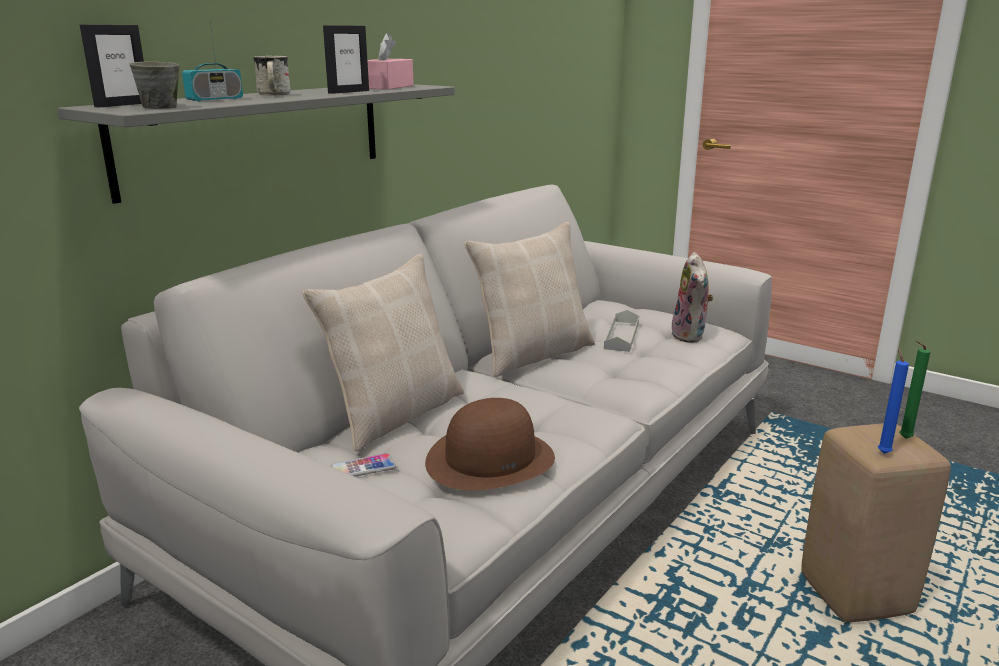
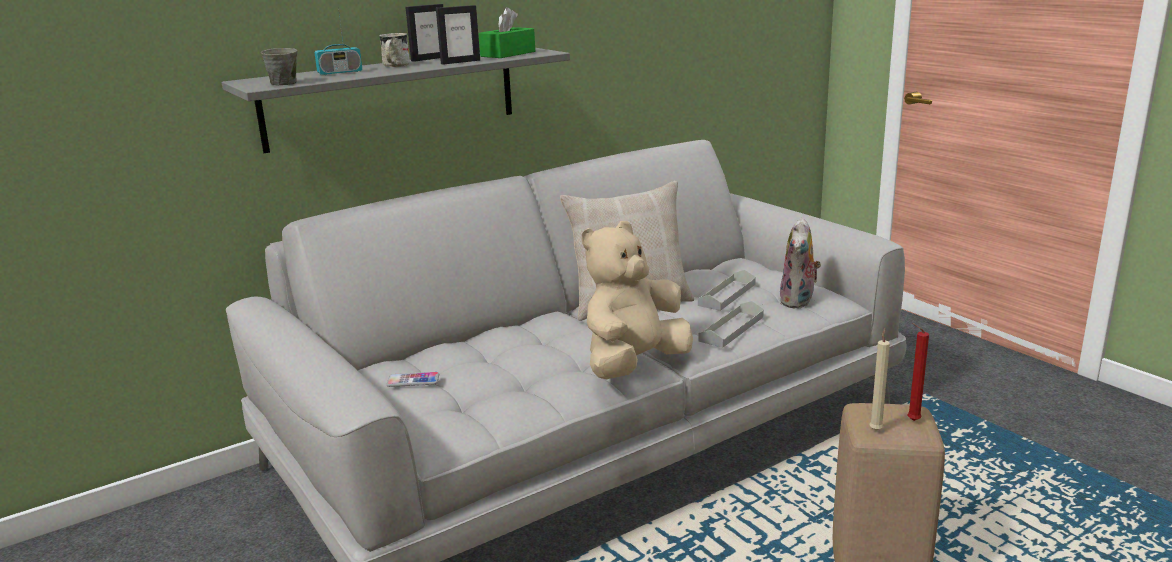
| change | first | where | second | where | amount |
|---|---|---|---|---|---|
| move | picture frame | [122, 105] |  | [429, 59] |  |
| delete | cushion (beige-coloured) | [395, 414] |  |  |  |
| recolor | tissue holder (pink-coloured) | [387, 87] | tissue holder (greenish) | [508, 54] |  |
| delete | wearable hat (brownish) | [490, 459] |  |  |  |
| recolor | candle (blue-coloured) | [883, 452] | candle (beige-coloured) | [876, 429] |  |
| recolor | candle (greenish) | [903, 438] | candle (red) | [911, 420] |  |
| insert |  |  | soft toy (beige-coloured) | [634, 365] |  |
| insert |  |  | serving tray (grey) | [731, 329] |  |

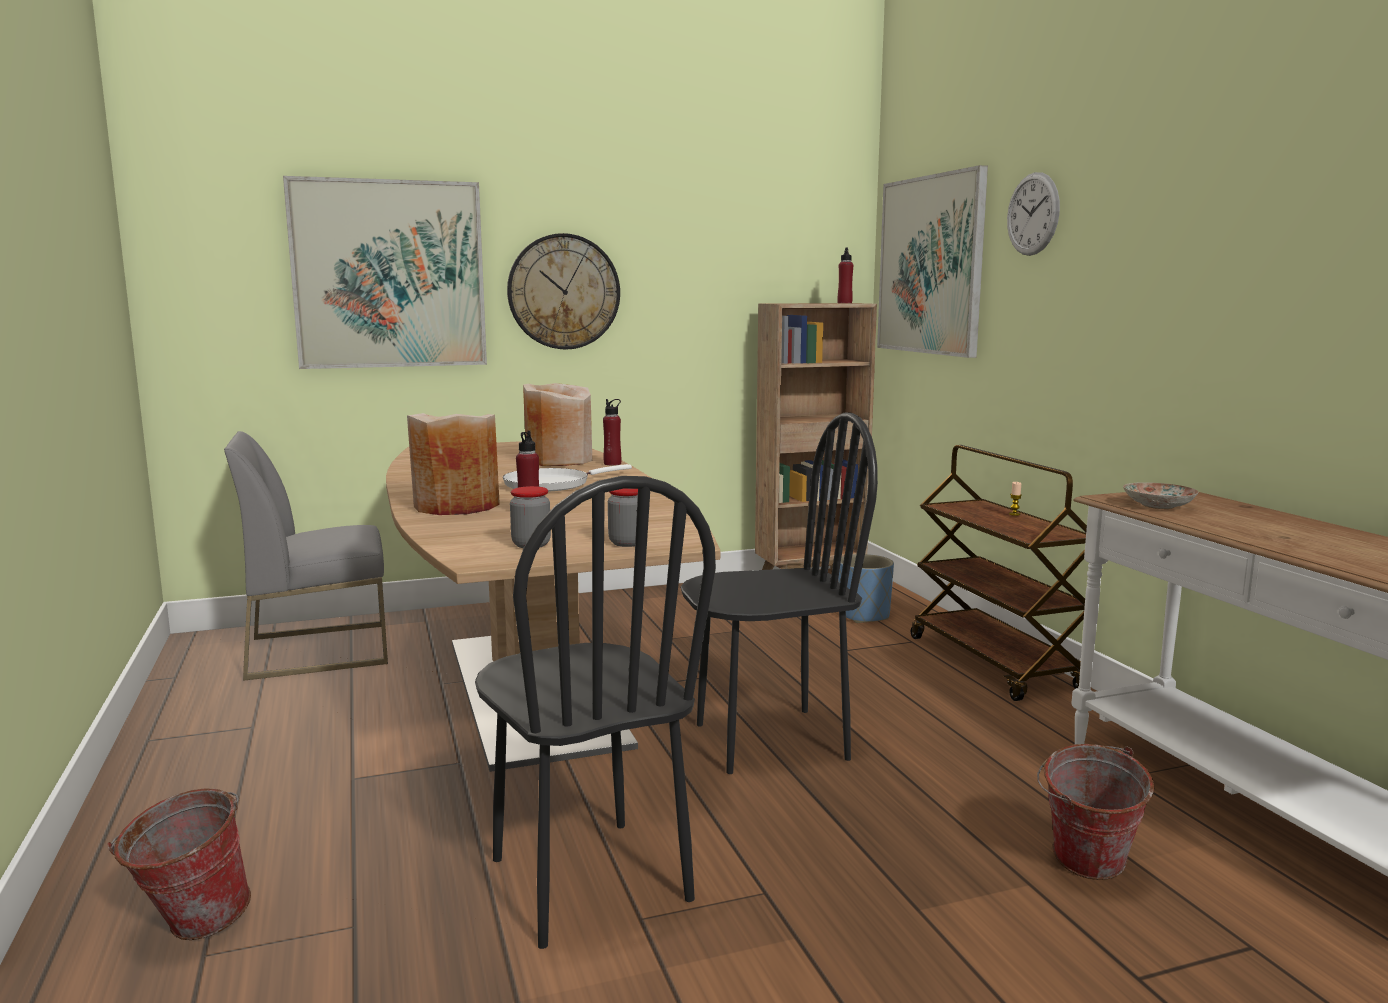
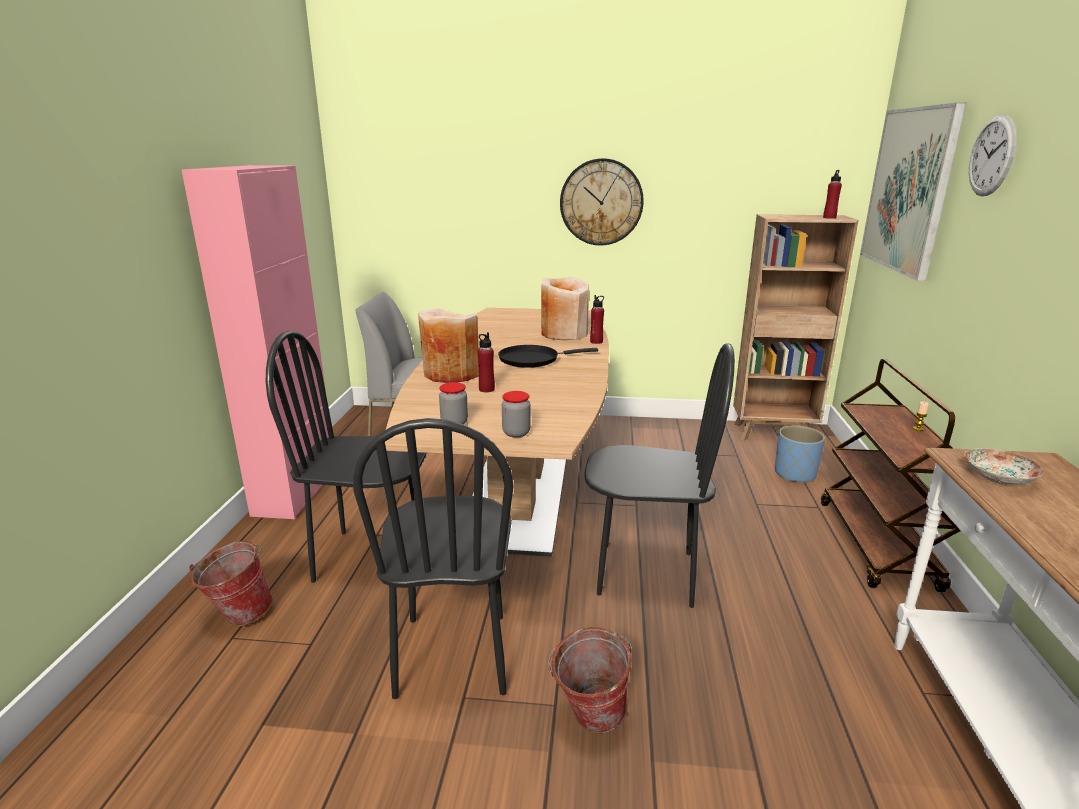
| change | first | where | second | where | amount |
|---|---|---|---|---|---|
| delete | picture | [389, 274] |  |  |  |
| recolor | skillet (white-coloured) | [551, 484] | skillet (black) | [532, 359] |  |
| move | water bucket | [1085, 870] |  | [588, 719] |  |
| insert |  |  | storage cabinet (pink-coloured) | [295, 491] |  |
| insert |  |  | upright chair (black) | [369, 557] |  |

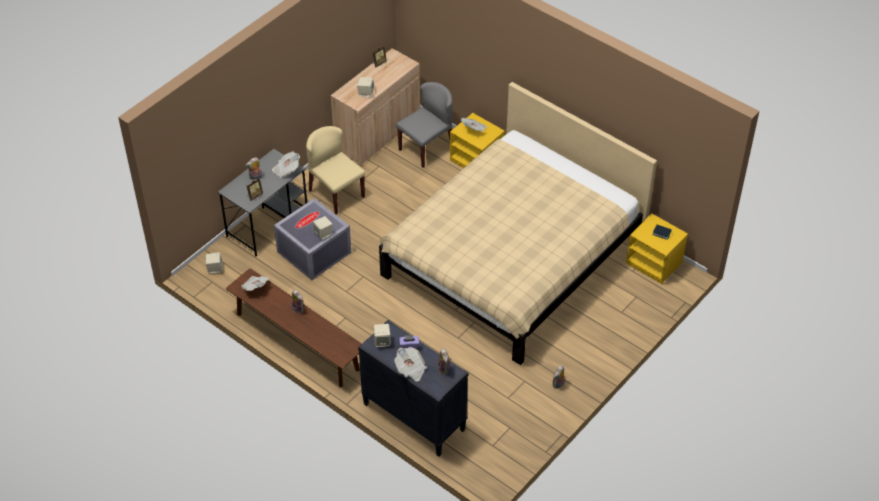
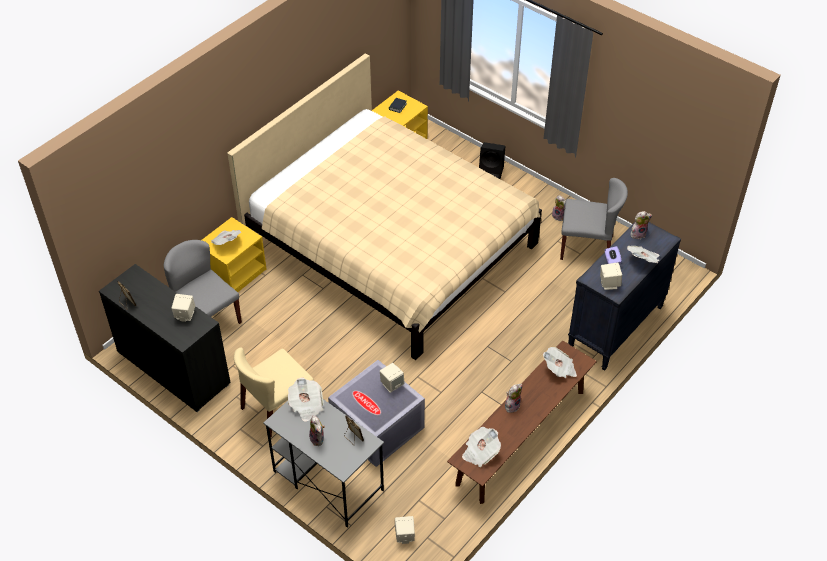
| change | first | where | second | where | amount |
|---|---|---|---|---|---|
| recolor | storage cabinet (beige-coloured) | [378, 134] | storage cabinet (black) | [173, 368] |  |
| insert |  |  | audio speaker (black) | [491, 172] |  |
| insert |  |  | newspaper | [559, 369] |  |
| insert |  |  | upright chair (grey) | [587, 247] |  |

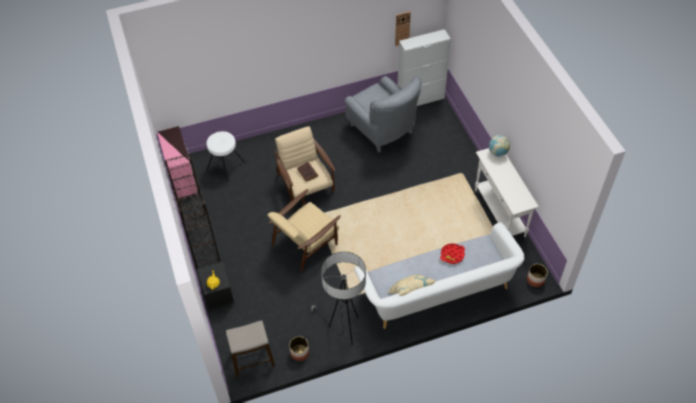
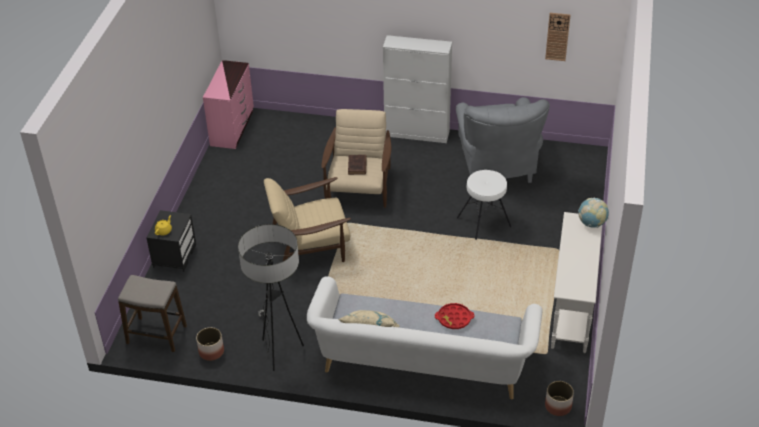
| change | first | where | second | where | amount |
|---|---|---|---|---|---|
| delete | shelving unit (black) | [201, 240] |  |  |  |
| move | sitting stool (white-coloured) | [226, 166] |  | [484, 222] |  |
| move | storage cabinet (white-coloured) | [421, 99] |  | [417, 133] |  |

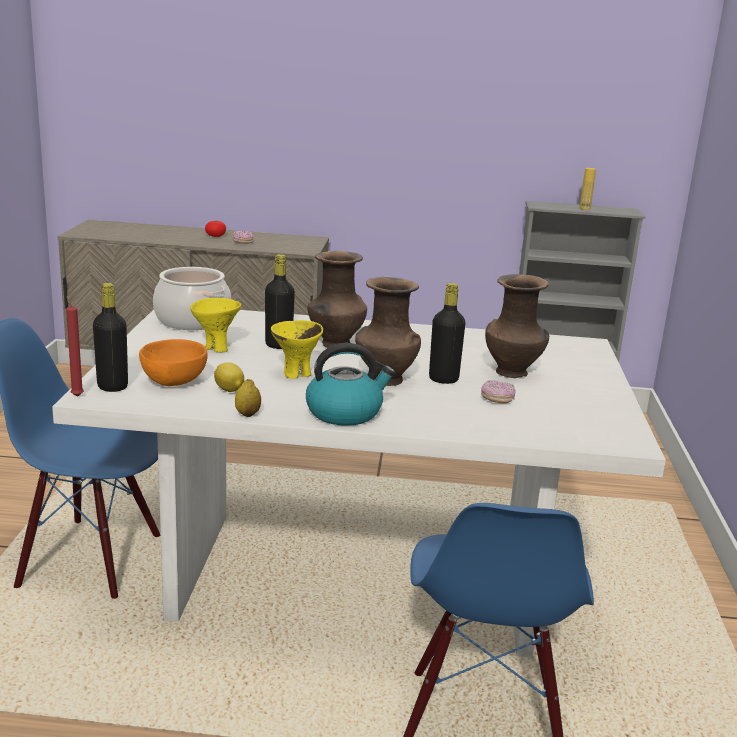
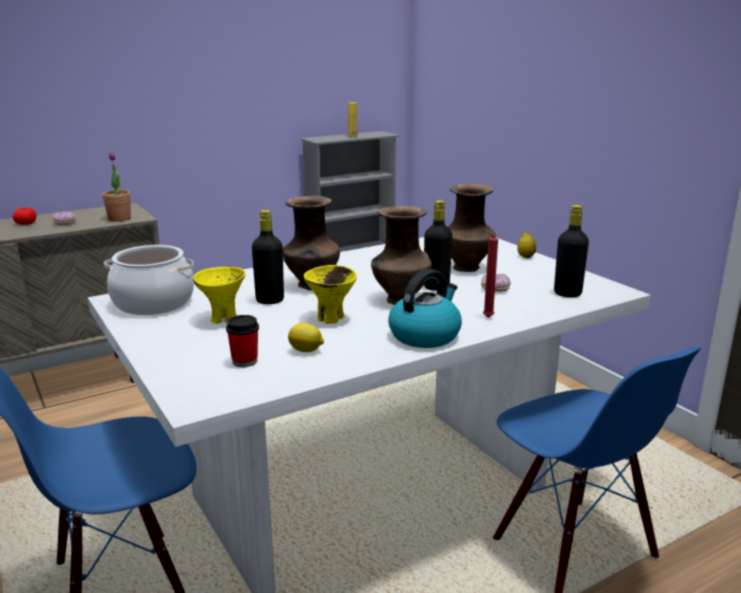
| change | first | where | second | where | amount |
|---|---|---|---|---|---|
| move | candle (red) | [76, 395] |  | [486, 317] |  |
| move | bottle (black) | [112, 386] |  | [567, 293] |  |
| replace | deep dish (orangey) | [173, 382] | drinking cup | [244, 361] |  |
| move | citrus fruit | [248, 414] |  | [526, 257] |  |
| insert |  |  | potted plant | [119, 218] |  |

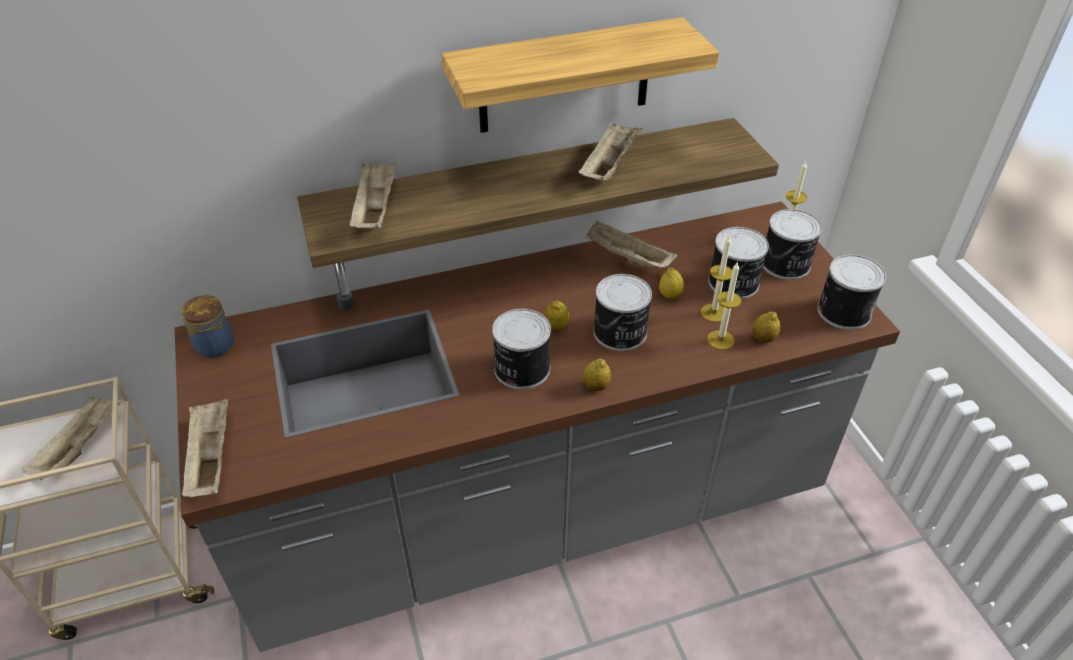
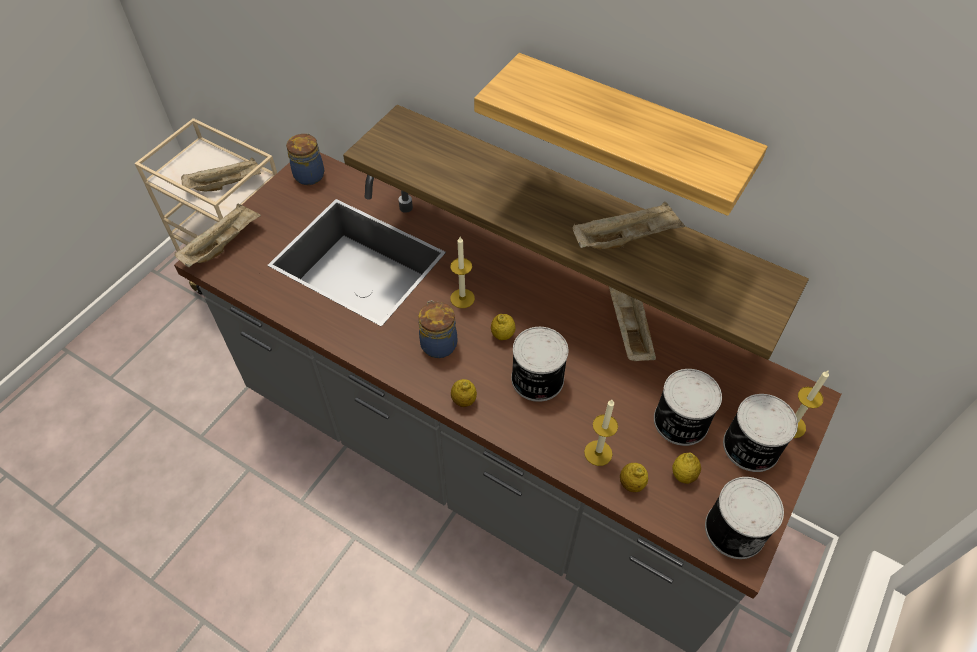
| change | first | where | second | where | amount |
|---|---|---|---|---|---|
| delete | serving tray (beige-coloured) | [375, 209] |  |  |  |
| replace | sealed can | [520, 369] | preserve jar | [438, 343] |  |
| move | citrus fruit | [670, 295] |  | [683, 475] |  |
| move | candle | [713, 313] |  | [462, 298] |  |

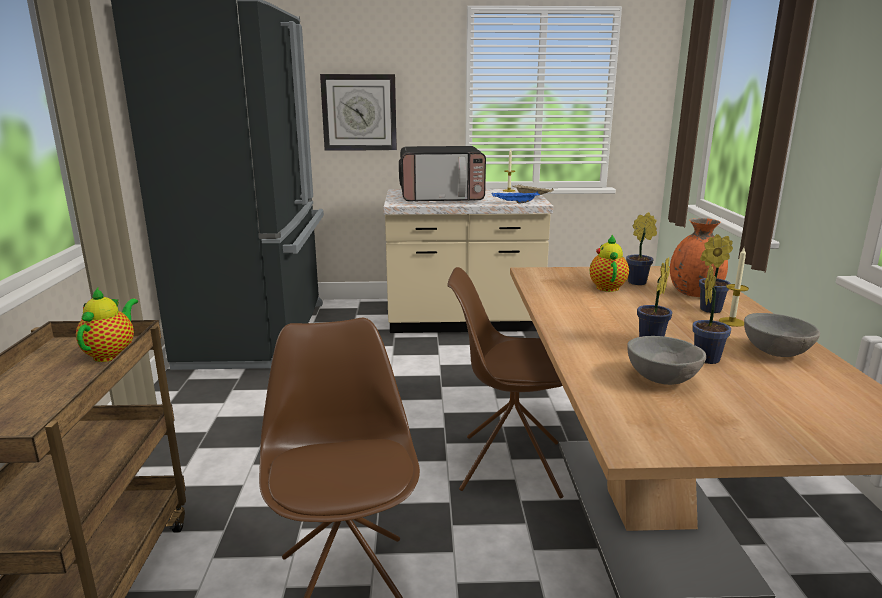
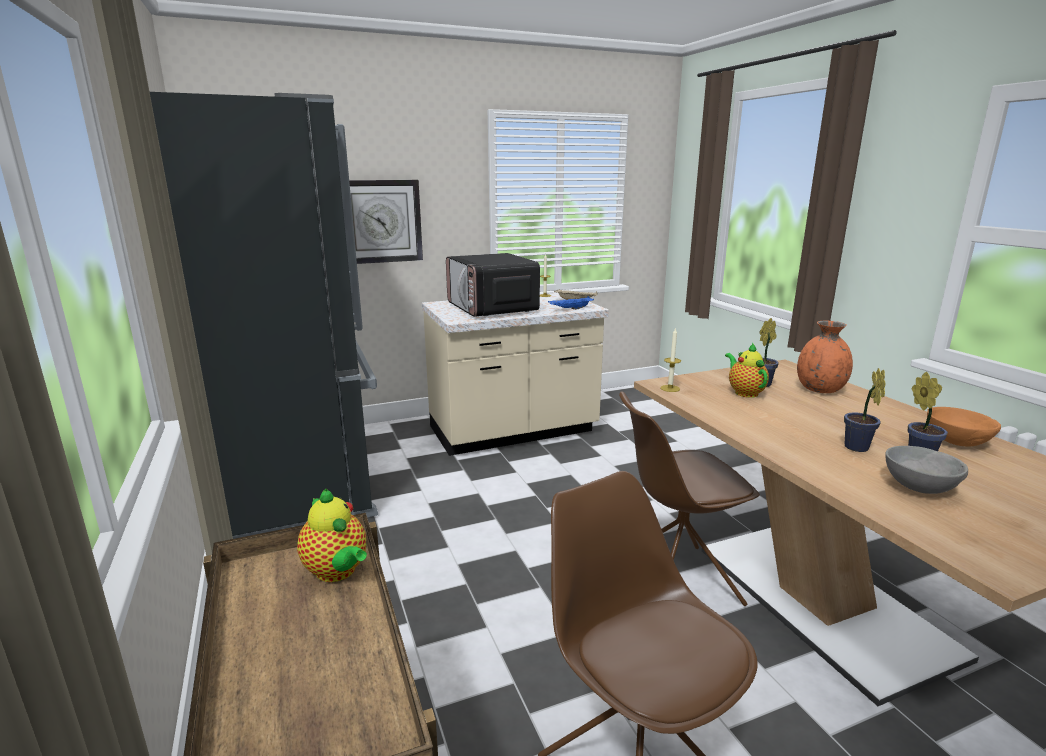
| change | first | where | second | where | amount |
|---|---|---|---|---|---|
| rotate | tea pot | [112, 353] |  | [337, 572] | 150 degrees clockwise |
| rotate | kitchen microwave | [442, 197] |  | [492, 308] | 90 degrees clockwise |
| delete | potted plant | [707, 310] |  |  |  |
| move | candle | [731, 322] |  | [670, 388] |  |
| recolor | deep dish (grey) | [776, 352] | deep dish (orangey) | [956, 442] |  |

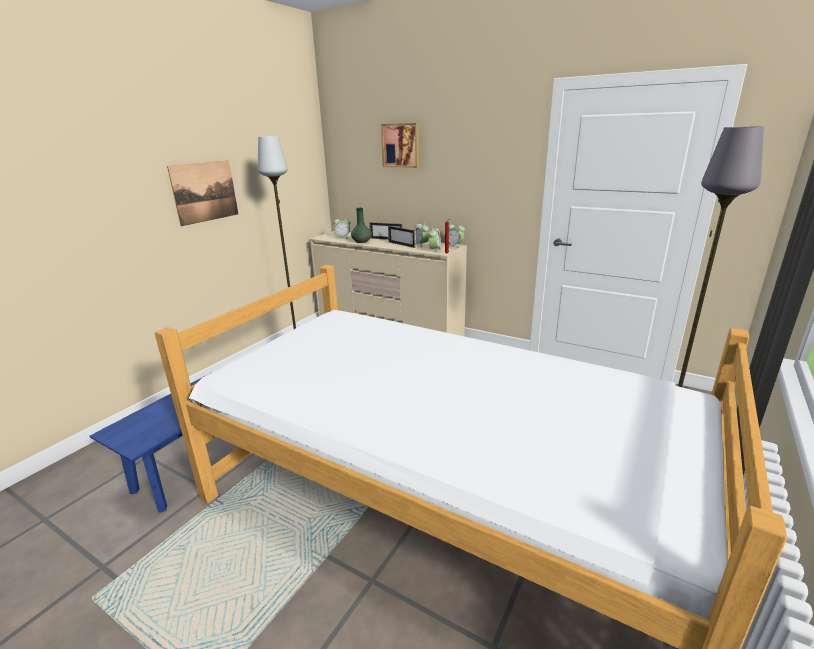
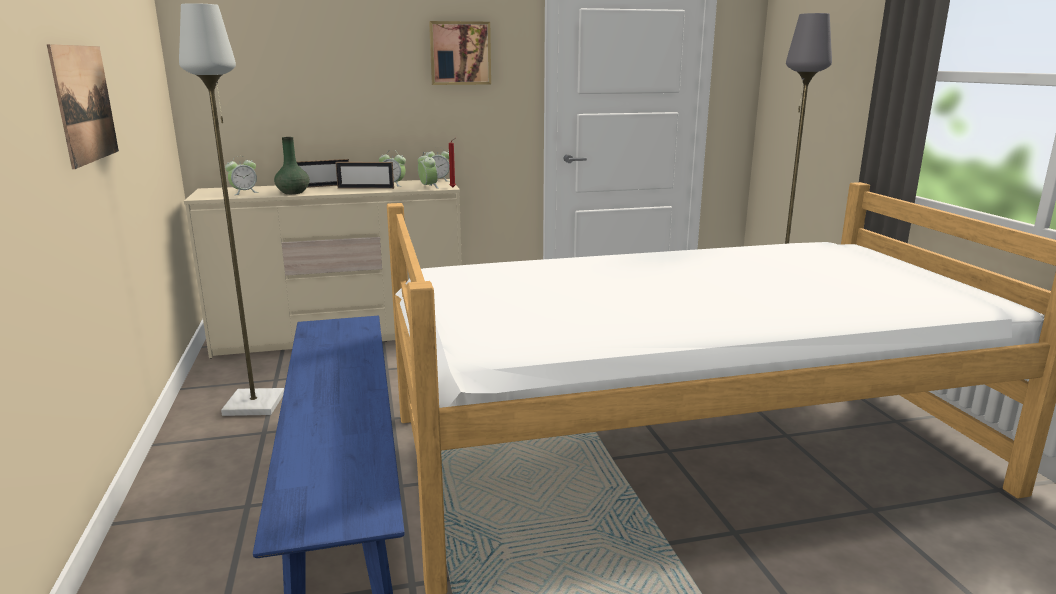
| change | first | where | second | where | amount |
|---|---|---|---|---|---|
| move | picture | [401, 145] |  | [460, 53] |  |

